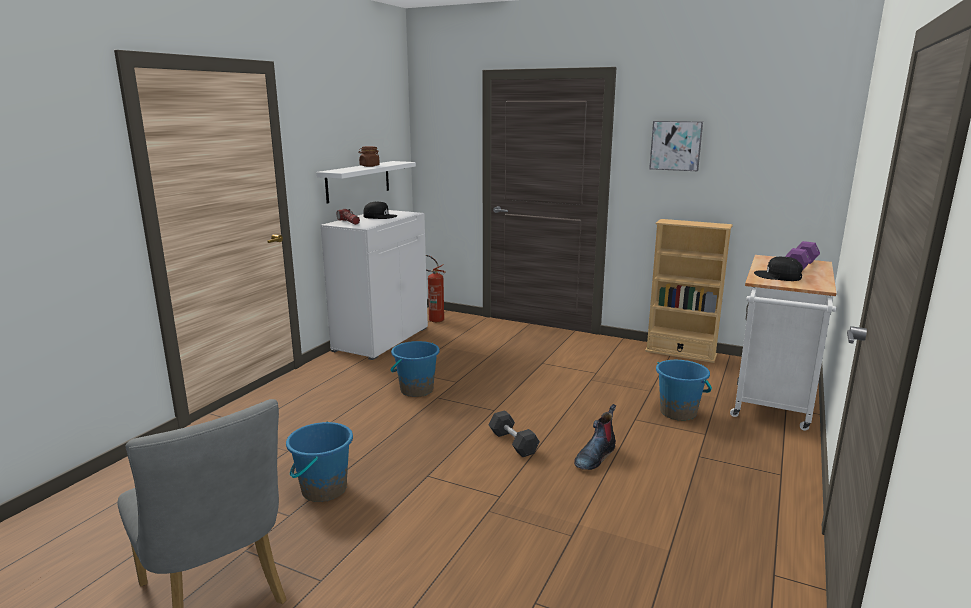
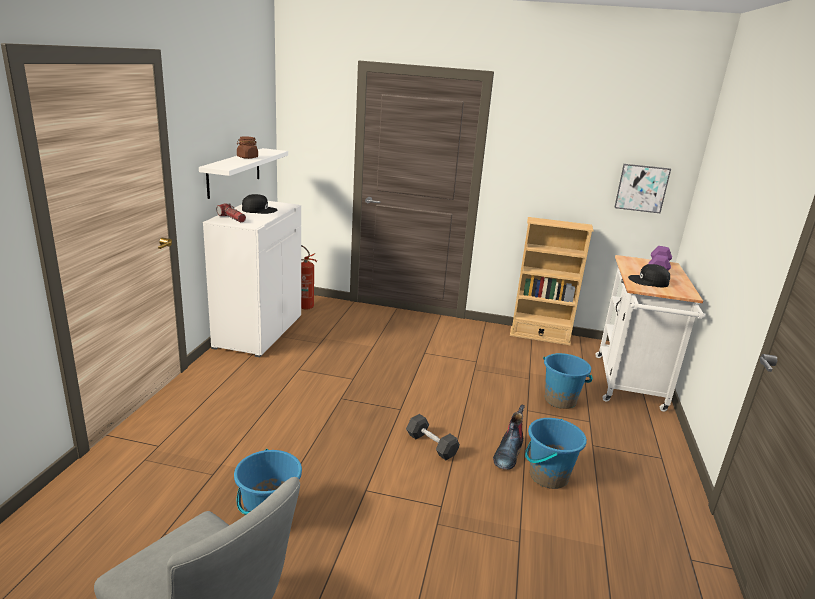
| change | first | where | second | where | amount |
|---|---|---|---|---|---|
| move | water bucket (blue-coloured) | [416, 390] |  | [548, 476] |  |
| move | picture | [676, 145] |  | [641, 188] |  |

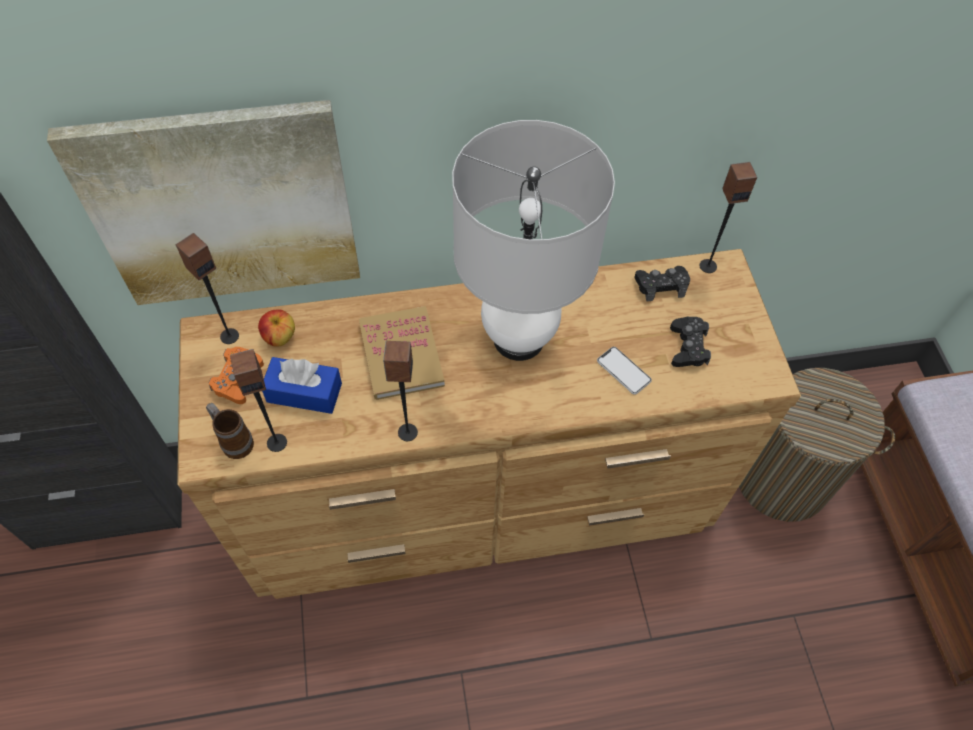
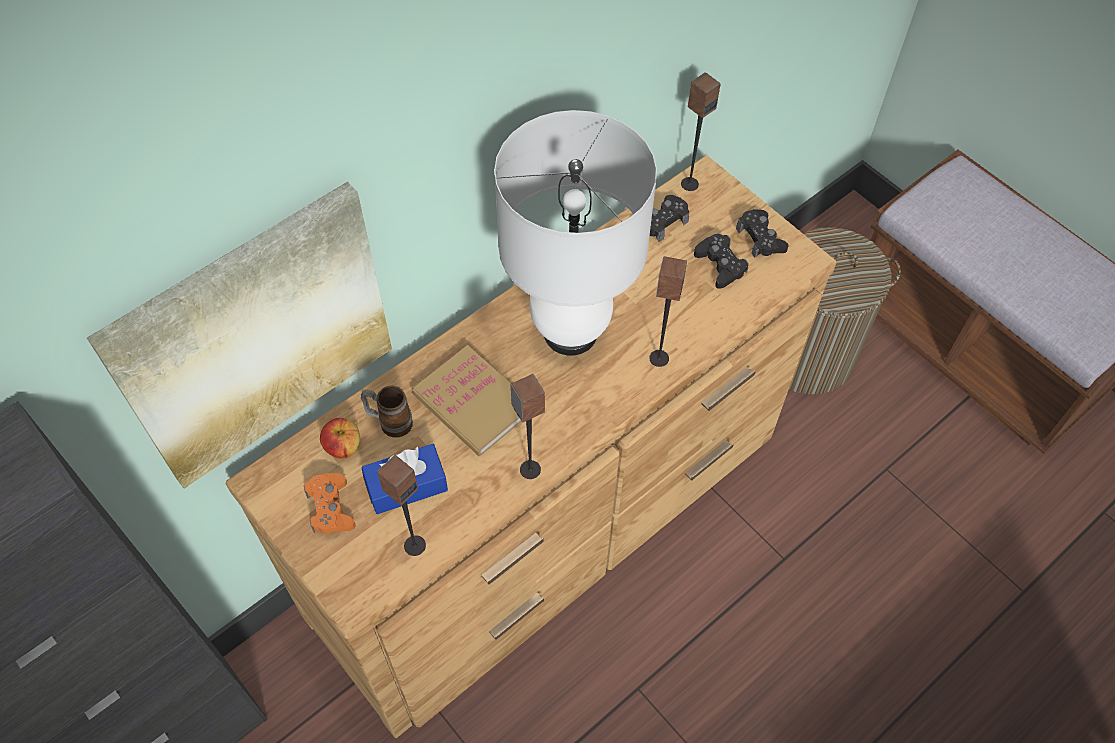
| change | first | where | second | where | amount |
|---|---|---|---|---|---|
| move | audio speaker | [229, 336] |  | [658, 358] |  |
| move | coffee mug | [234, 441] |  | [390, 422] |  |
| delete | telephone | [623, 371] |  |  |  |
| insert |  |  | gamepad (black) | [760, 238] |  |

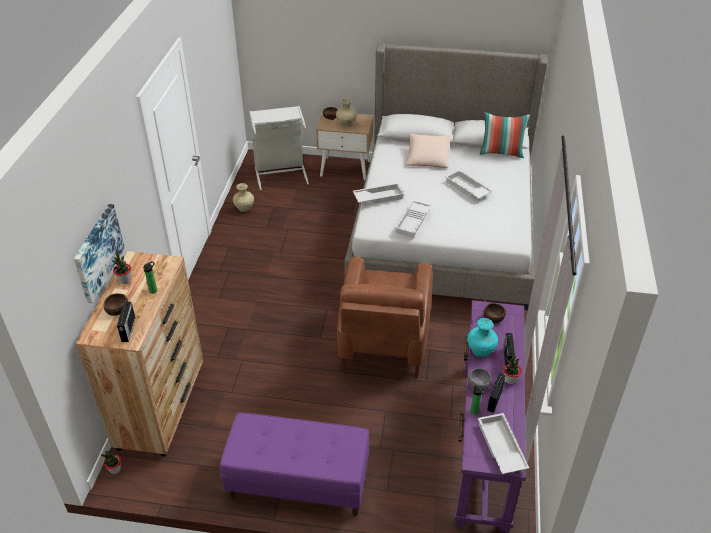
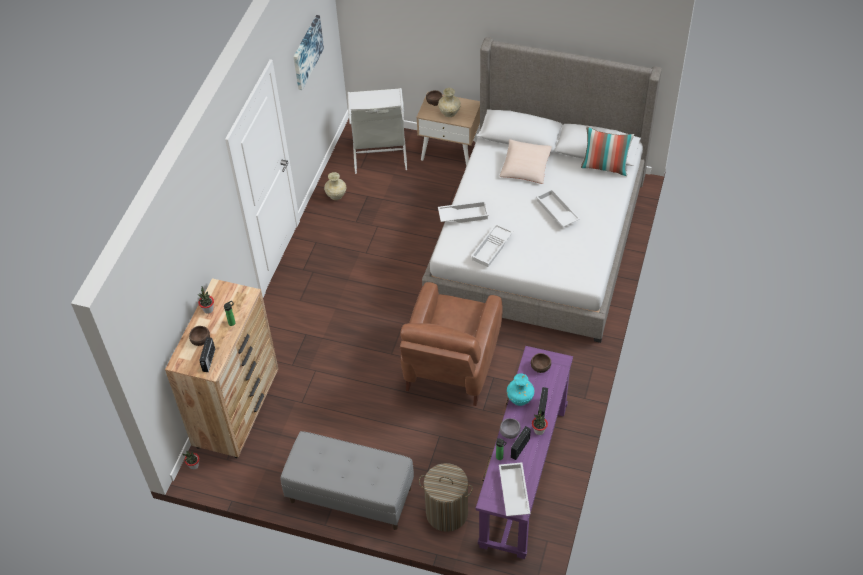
| change | first | where | second | where | amount |
|---|---|---|---|---|---|
| move | picture | [97, 252] |  | [306, 52] |  |
| recolor | bench (purple-coloured) | [298, 483] | bench (grey) | [350, 495] |  |
| insert |  |  | washing basket | [446, 513] |  |

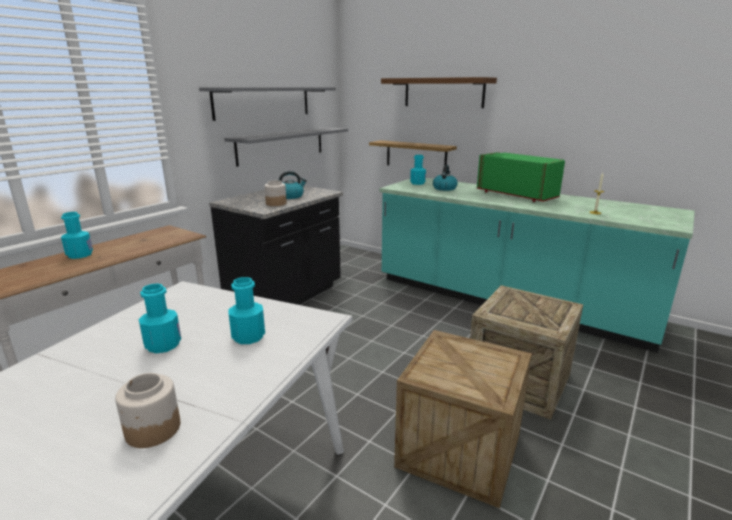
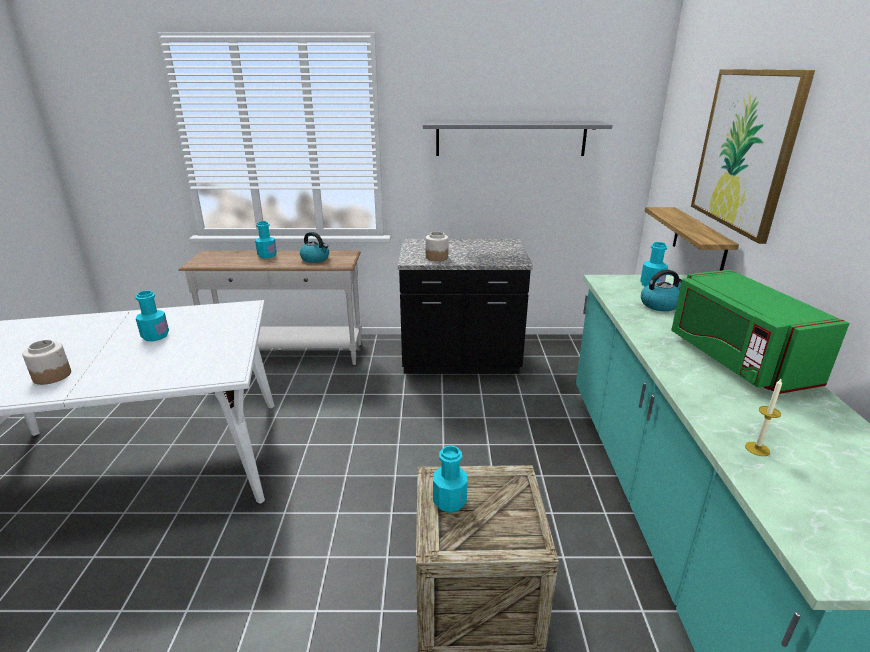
| change | first | where | second | where | amount |
|---|---|---|---|---|---|
| delete | wall shelf (grey) | [281, 145] |  |  |  |
| move | bottle (turquoise-coloured) | [248, 336] |  | [449, 501] |  |
| move | tea kettle | [291, 196] |  | [315, 259] |  |
| replace | wall shelf (brownish) | [443, 92] | picture | [745, 150] |  |
| delete | shipping crate | [459, 450] |  |  |  |
| rotate | kitchen microwave (greenish) | [517, 195] |  | [736, 359] | 150 degrees clockwise |

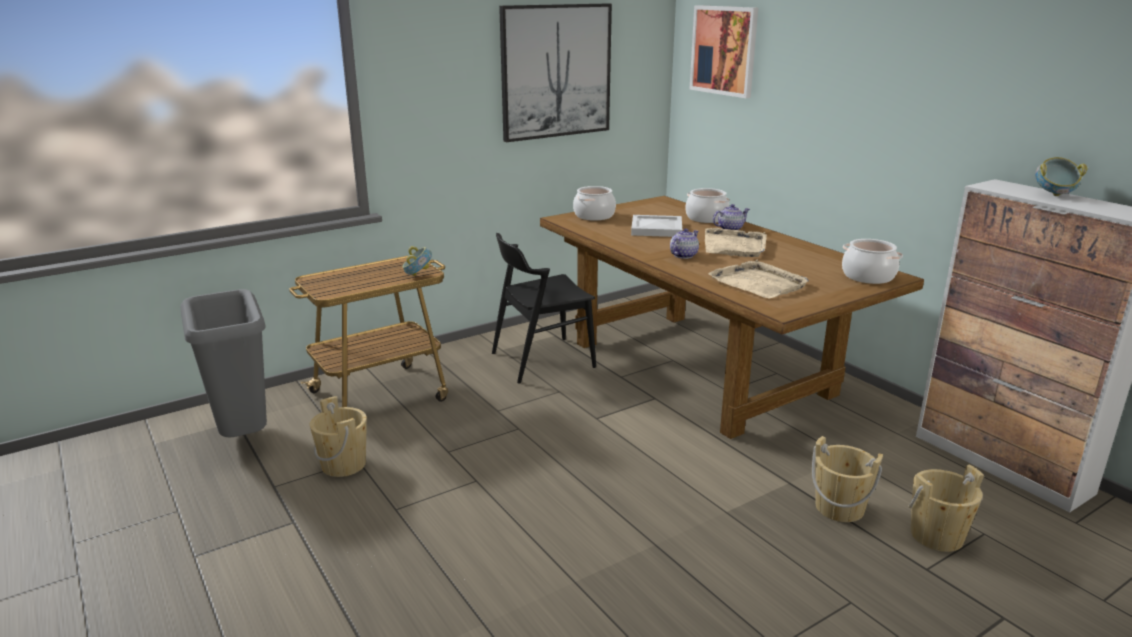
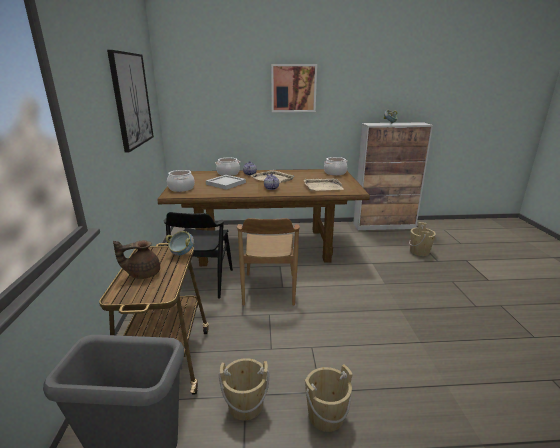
| change | first | where | second | where | amount |
|---|---|---|---|---|---|
| move | picture | [724, 50] |  | [293, 88] |  |
| move | water bucket (beige-coloured) | [839, 508] |  | [326, 415] |  |
| insert |  |  | tea pot (brownish) | [143, 274] |  |
| insert |  |  | upright chair (brownish) | [269, 289] |  |

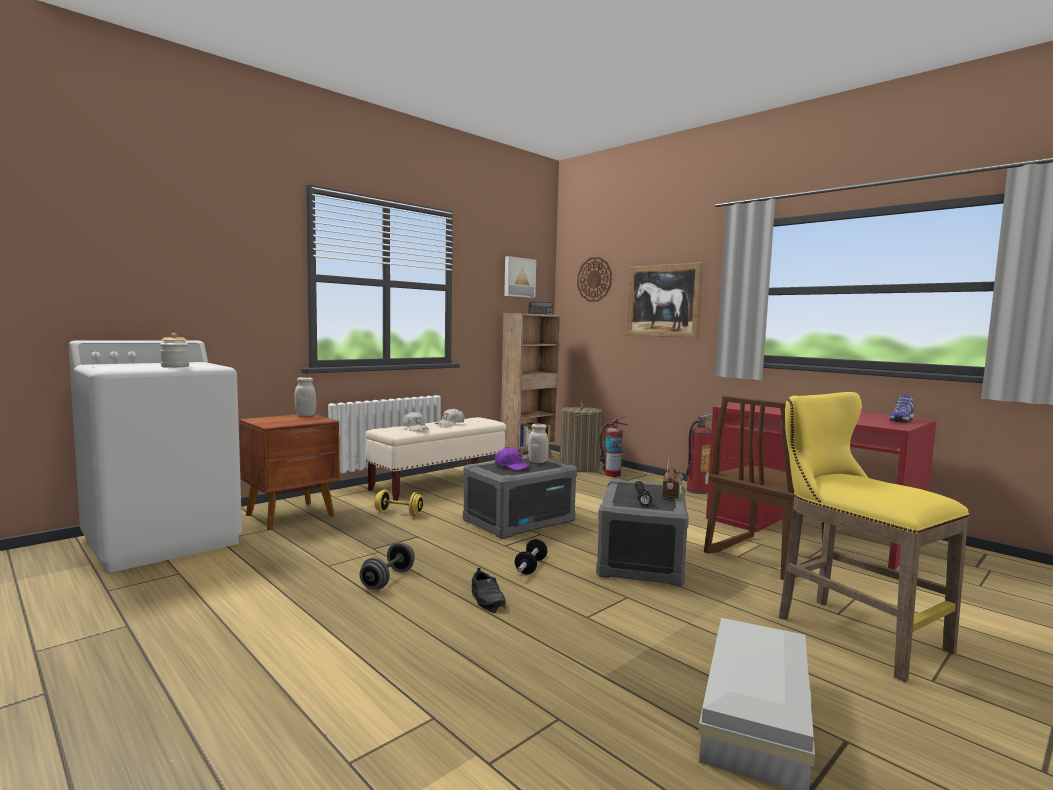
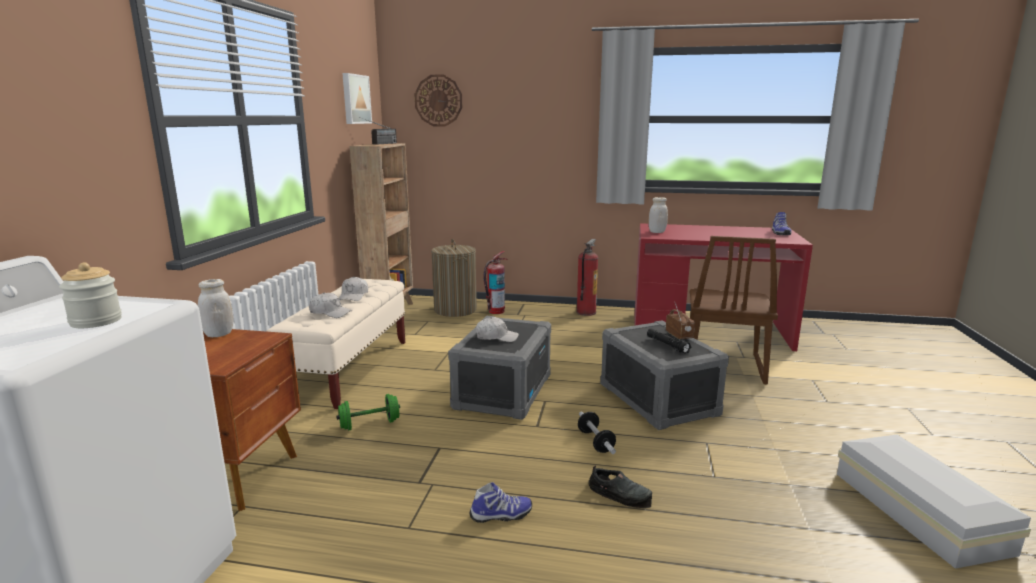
| change | first | where | second | where | amount |
|---|---|---|---|---|---|
| replace | hand weight (grey) | [388, 579] | low shoe | [501, 515] |  |
| recolor | hand weight (yellowish) | [399, 513] | hand weight (greenish) | [369, 424] |  |
| recolor | baseball cap (purple-coloured) | [512, 466] | baseball cap (white-coloured) | [496, 337] |  |
| move | preserve jar (white-coloured) | [537, 462] |  | [657, 232] |  |
| delete | picture | [663, 301] |  |  |  |
| delete | sitting stool (yellowish) | [851, 631] |  |  |  |

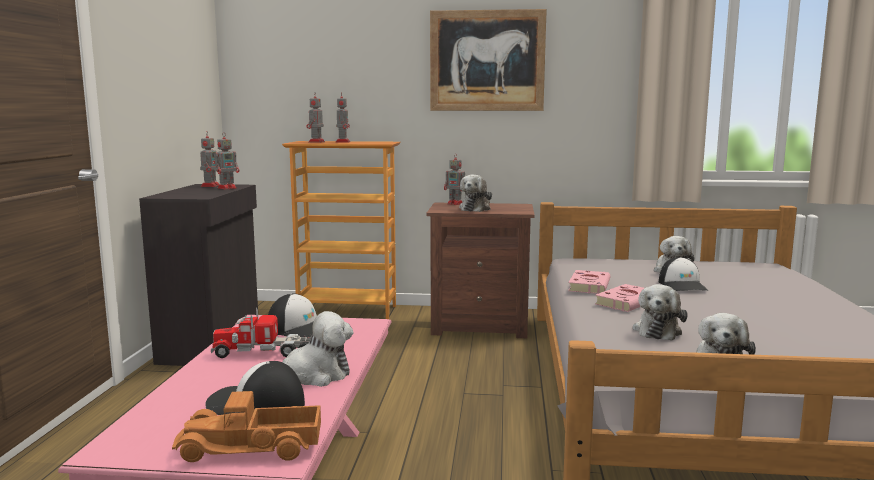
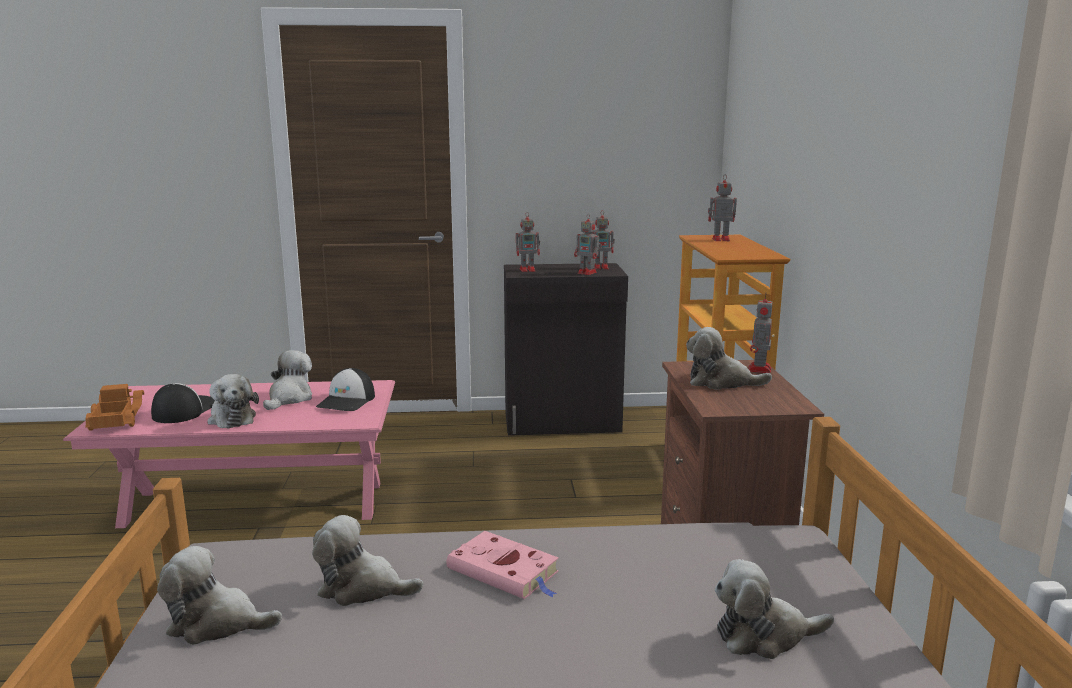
| change | first | where | second | where | amount |
|---|---|---|---|---|---|
| replace | model truck | [266, 352] | soft toy | [289, 398] |  |
| move | robot figure | [343, 142] |  | [528, 270] |  |
| delete | picture | [487, 61] |  |  |  |
| delete | bound book (pink-coloured) | [589, 285] |  |  |  |
| delete | baseball cap | [683, 285] |  |  |  |

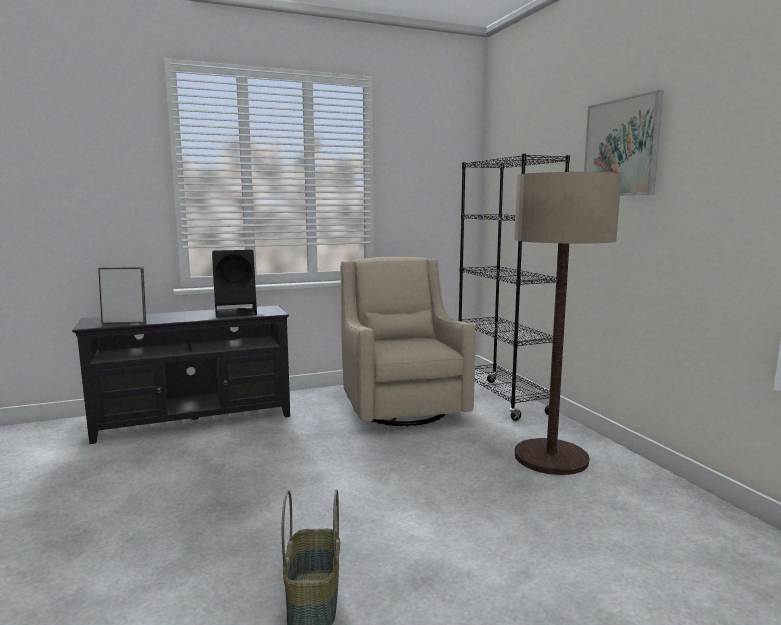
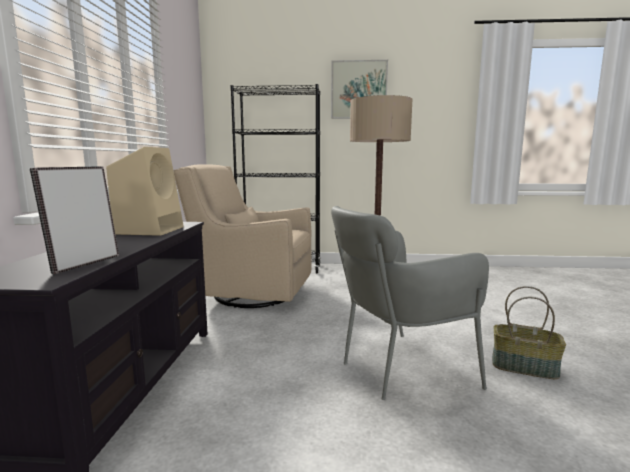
| change | first | where | second | where | amount |
|---|---|---|---|---|---|
| recolor | audio speaker (black) | [237, 312] | audio speaker (beige-coloured) | [150, 230] |  |
| insert |  |  | easy chair (grey) | [397, 370] |  |

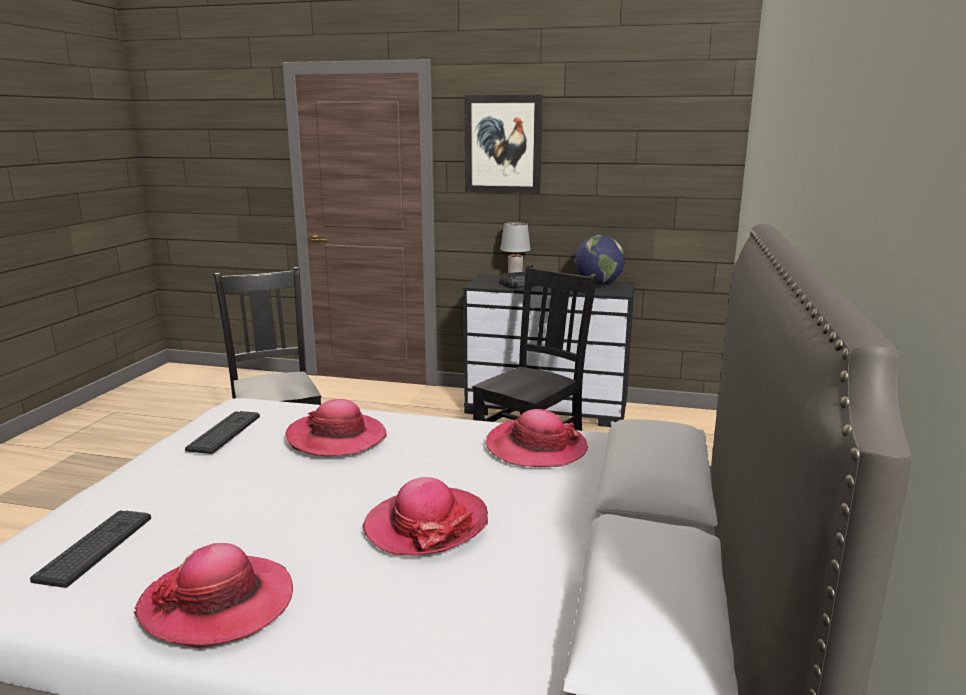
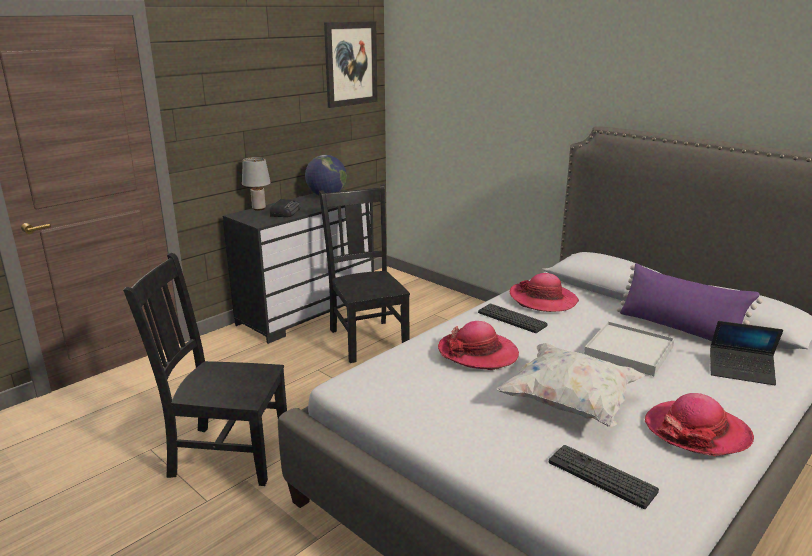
| change | first | where | second | where | amount |
|---|---|---|---|---|---|
| move | keyboard | [224, 433] |  | [512, 319] |  |
| replace | wearable hat | [426, 525] | serving tray (white-coloured) | [628, 351] |  |
| move | picture | [503, 144] |  | [351, 64] |  |
| insert |  |  | cushion (white-coloured) | [570, 404] |  |
| insert |  |  | cushion (purple-coloured) | [679, 329] |  |
| insert |  |  | portable computer | [740, 371] |  |

